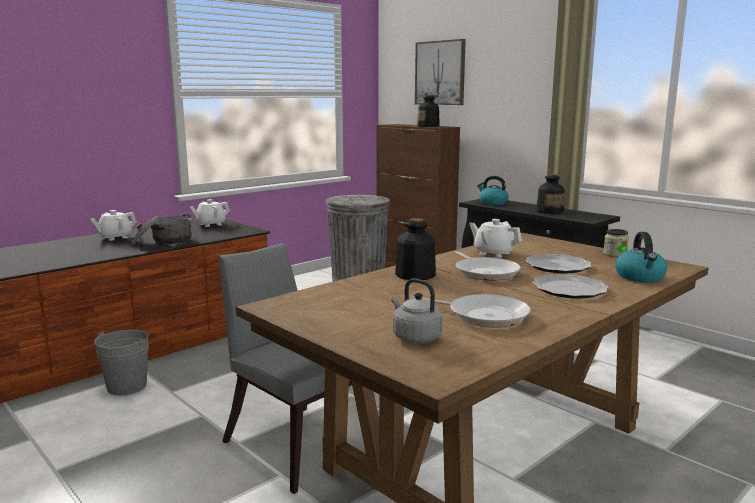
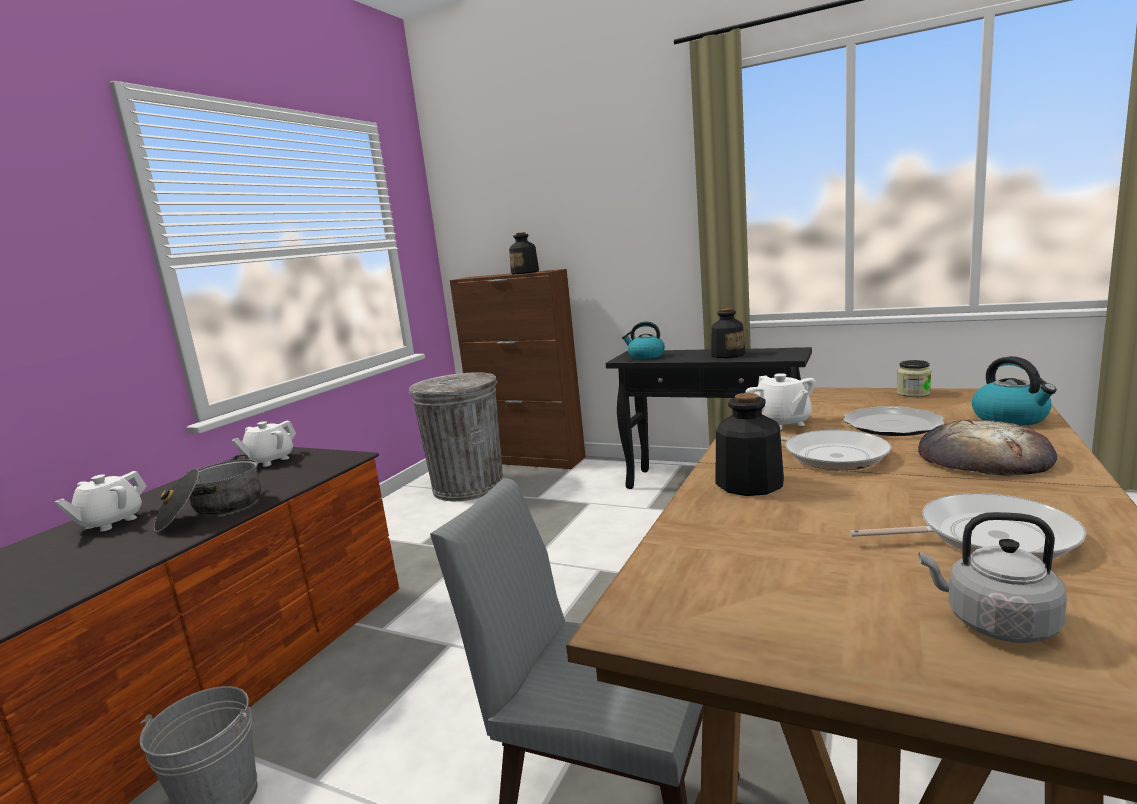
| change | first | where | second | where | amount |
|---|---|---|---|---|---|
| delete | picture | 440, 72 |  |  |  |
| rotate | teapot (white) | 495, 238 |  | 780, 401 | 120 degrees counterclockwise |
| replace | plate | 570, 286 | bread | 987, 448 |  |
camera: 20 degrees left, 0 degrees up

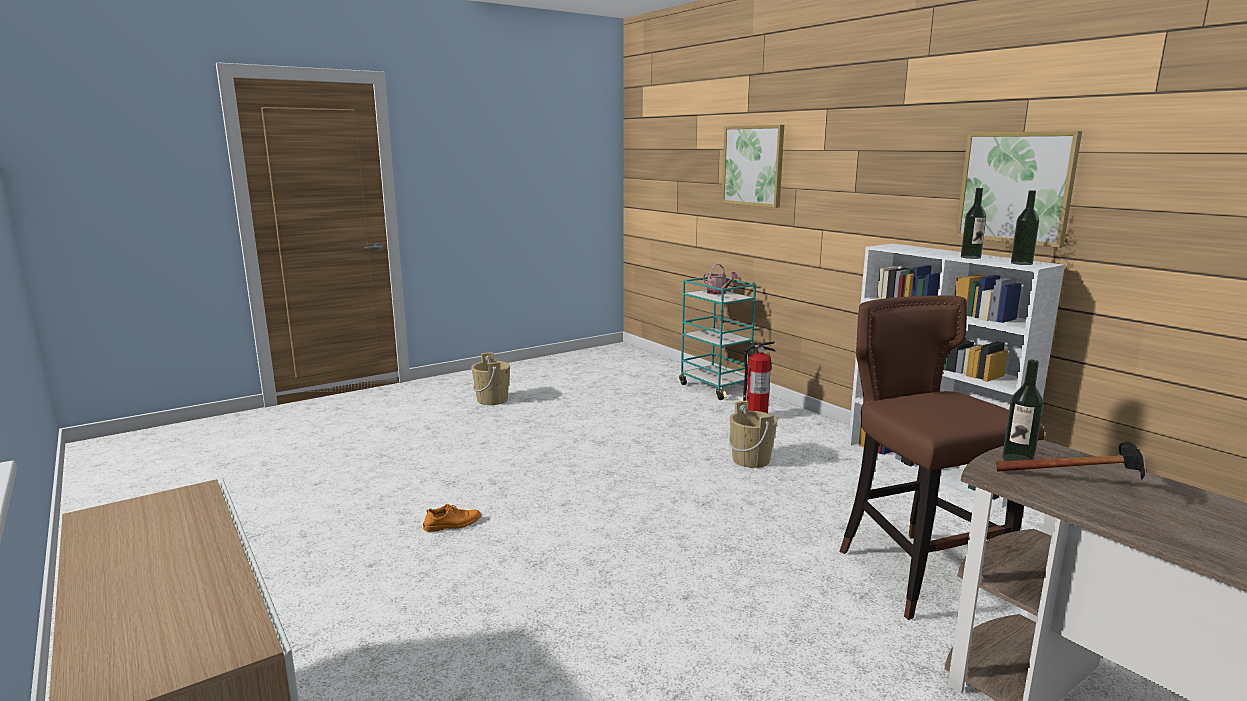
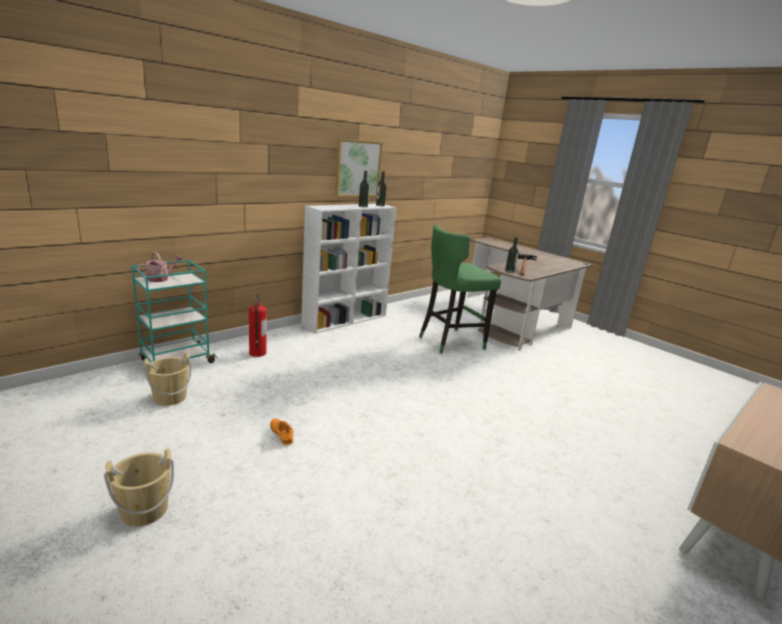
| change | first | where | second | where | amount |
|---|---|---|---|---|---|
| delete | picture | 753, 166 |  |  |  |
| recolor | stool (brown) | 941, 457 | stool (green) | 460, 289 |  |
| move | bucket (beige) | 753, 434 |  | 167, 379 |  |
| move | shoe (orange) | 452, 518 |  | 281, 431 |  |
camera: 100 degrees left, 5 degrees up

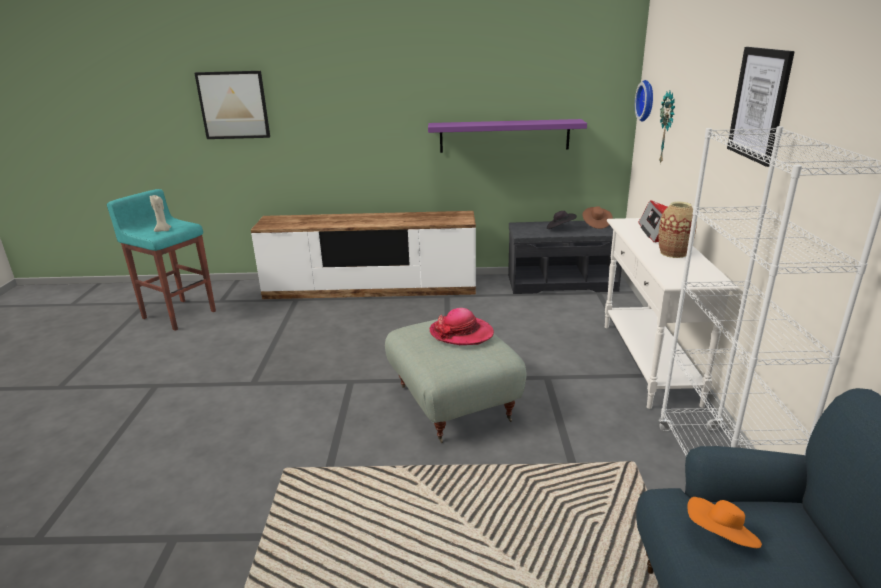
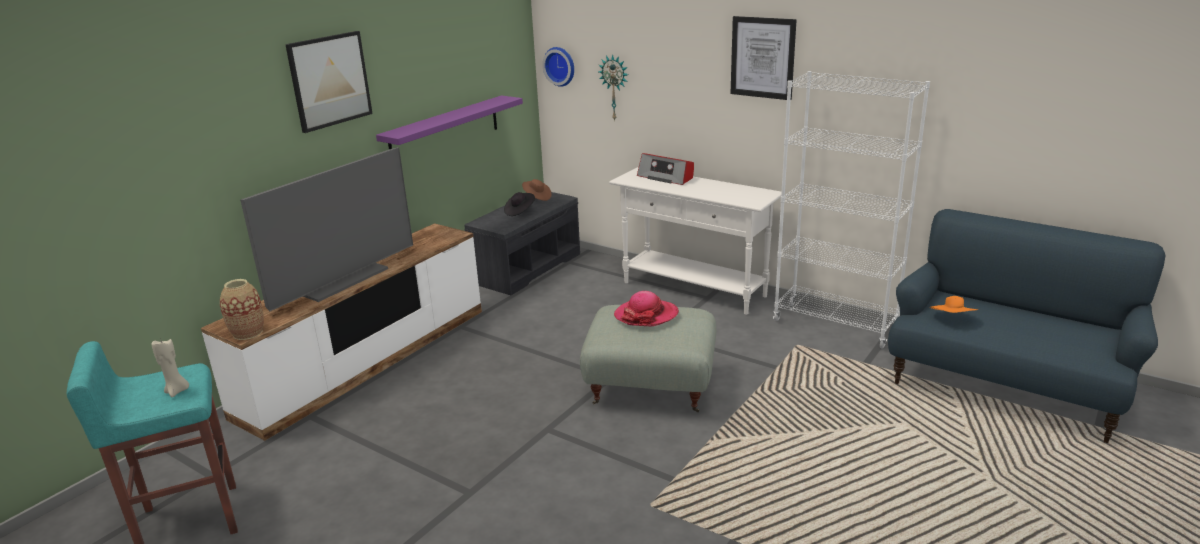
| change | first | where | second | where | amount |
|---|---|---|---|---|---|
| move | picture | 232, 105 |  | 329, 82 |  |
| move | vase | 677, 230 |  | 242, 309 |  |
| insert |  |  | television | 326, 229 |  |
camera: 55 degrees left, 0 degrees up

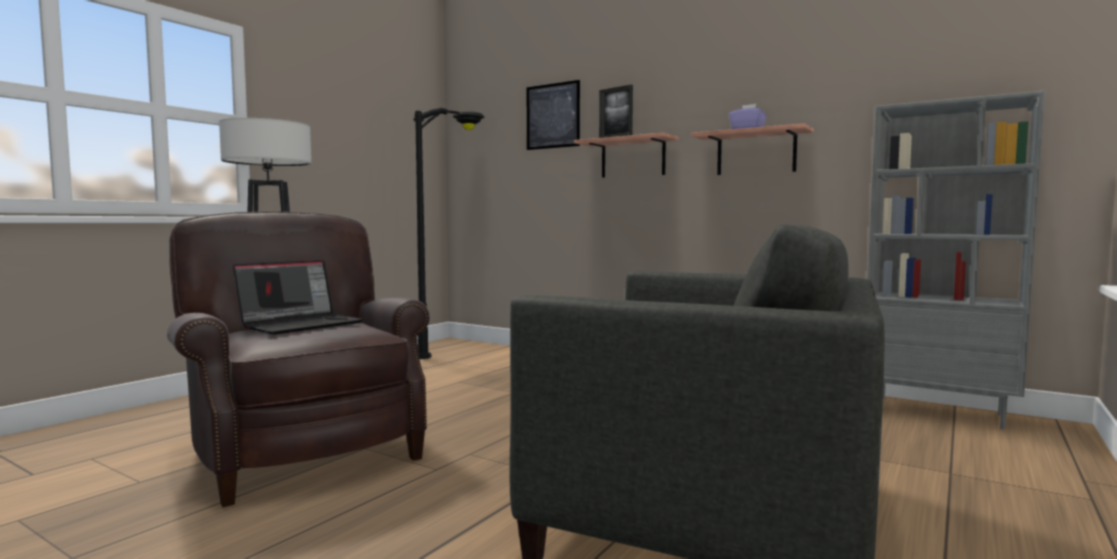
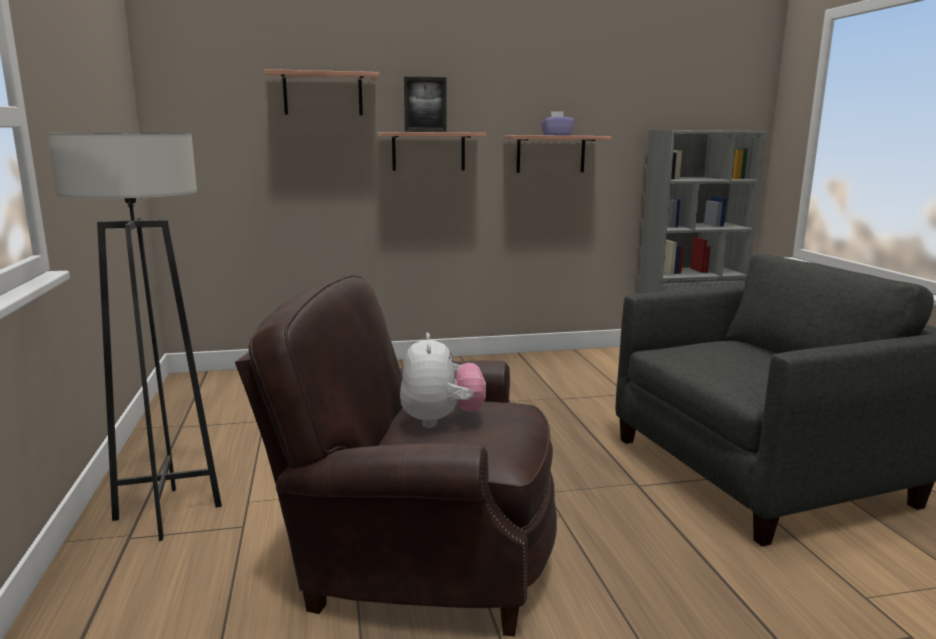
| change | first | where | second | where | amount |
|---|---|---|---|---|---|
| replace | picture | 553, 115 | shelf | 321, 92 |  |
| delete | floor lamp (black) | 449, 233 |  |  |  |
| replace | laptop | 298, 297 | plush toy | 443, 380 |  |
camera: 45 degrees left, 10 degrees up

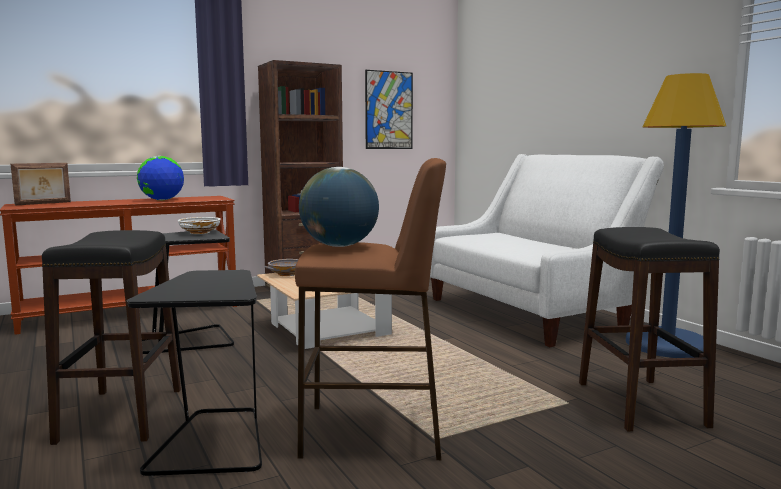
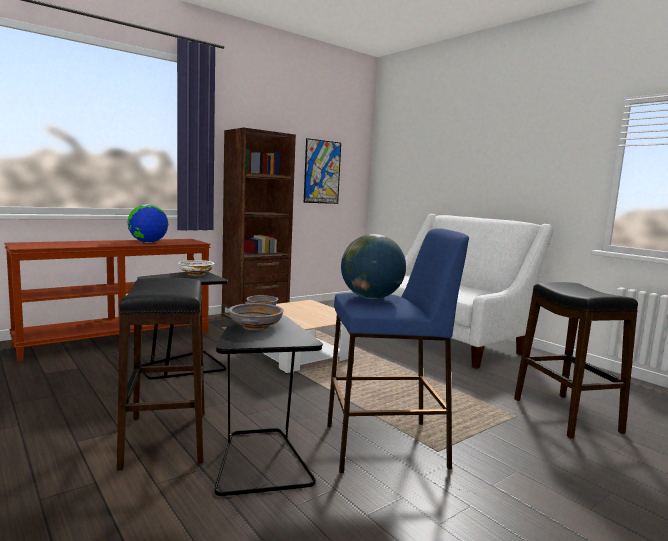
| change | first | where | second | where | amount |
|---|---|---|---|---|---|
| delete | floor lamp (blue) | 676, 215 |  |  |  |
| recolor | stool (brown) | 370, 309 | stool (blue) | 398, 350 |  |
| delete | picture frame | 41, 184 |  |  |  |
| insert |  |  | bowl (grey) | 256, 316 |  |
camera: 10 degrees left, 0 degrees up

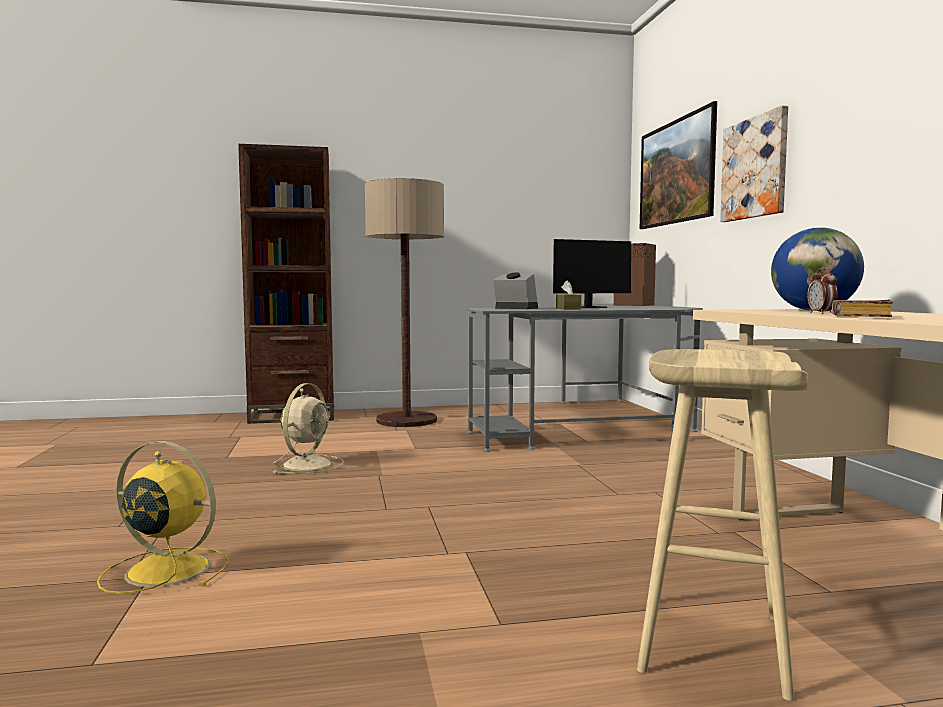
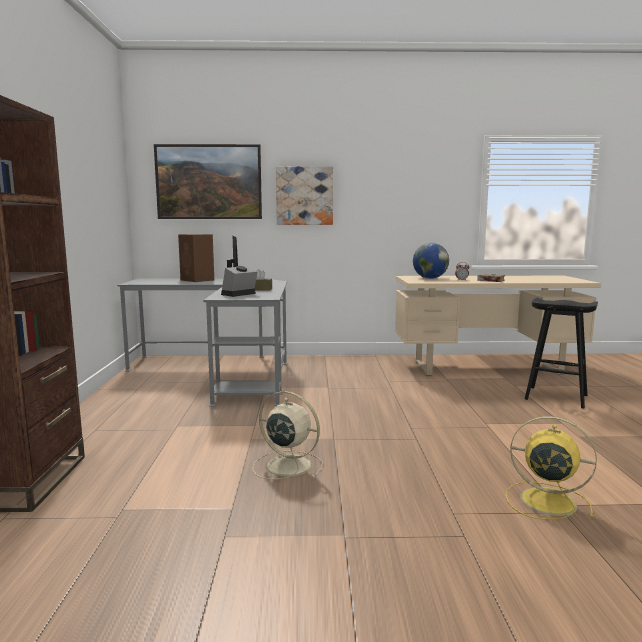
| change | first | where | second | where | amount |
|---|---|---|---|---|---|
| delete | floor lamp | 404, 302 |  |  |  |
| recolor | stool (beige) | 722, 525 | stool (black) | 561, 353 |  |
| rotate | fan (yellow) | 163, 517 |  | 551, 468 | 90 degrees clockwise |
camera: 80 degrees left, 5 degrees up

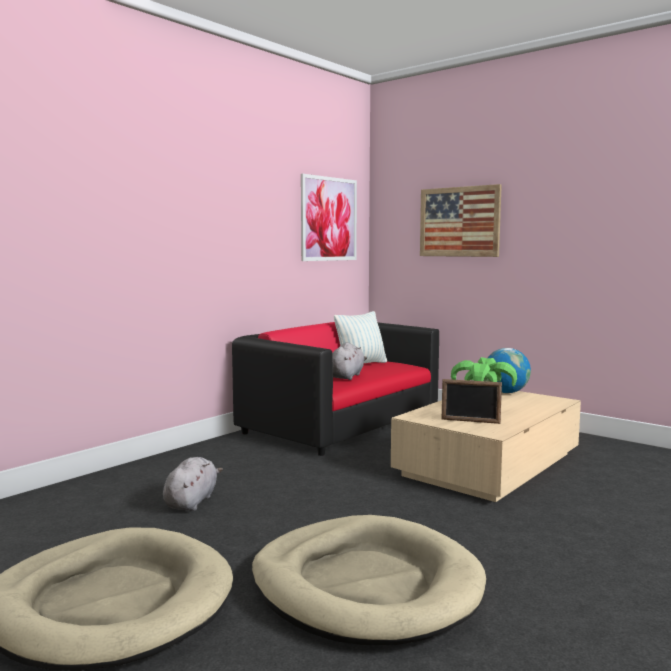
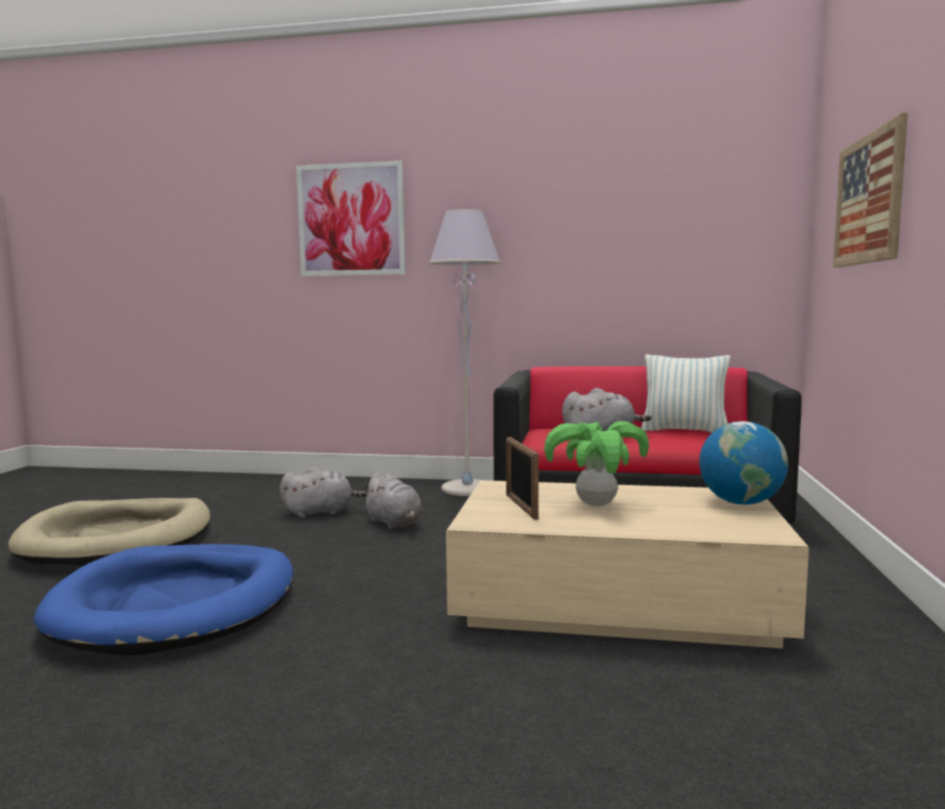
| change | first | where | second | where | amount |
|---|---|---|---|---|---|
| move | picture | 329, 217 |  | 350, 218 |  |
| recolor | dog bed (beige) | 369, 580 | dog bed (blue) | 163, 600 |  |
| insert |  |  | floor lamp (grey) | 465, 352 |  |
| insert |  |  | plush toy (grey) | 392, 501 |  |
camera: 60 degrees right, 0 degrees up

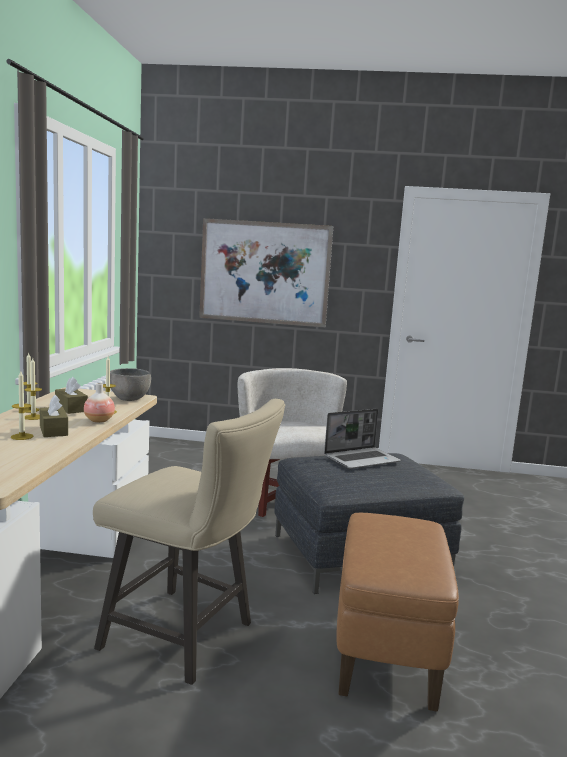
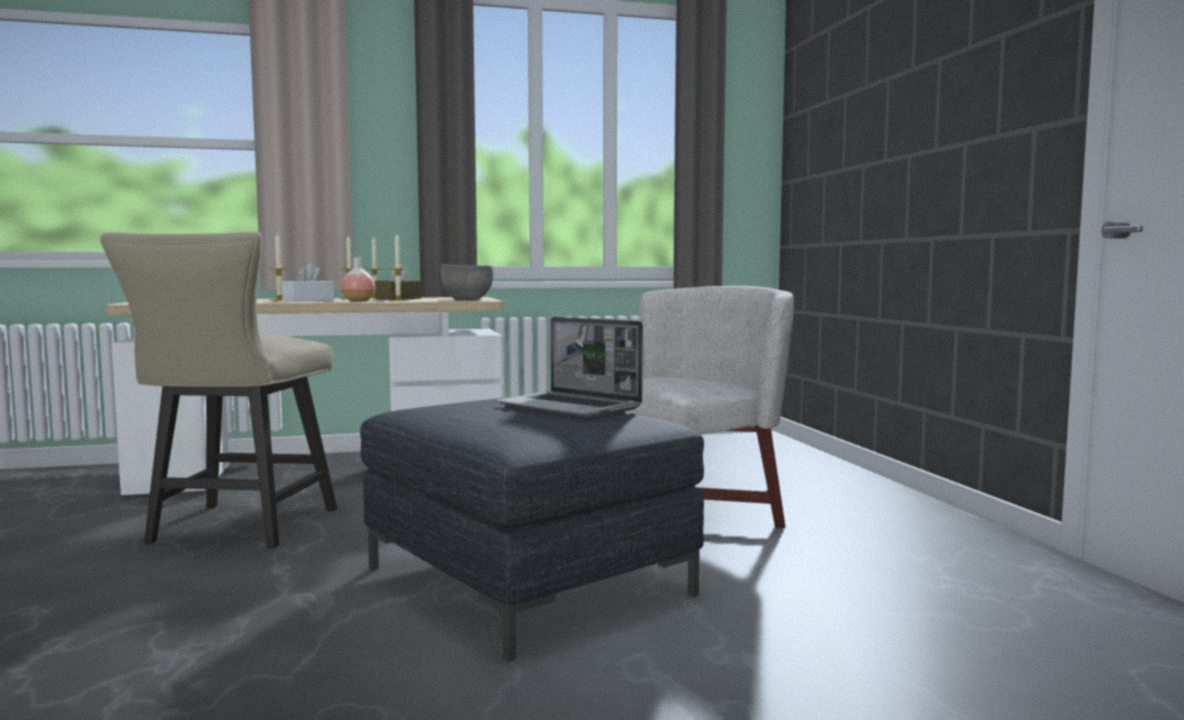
| change | first | where | second | where | amount |
|---|---|---|---|---|---|
| delete | picture | 266, 273 |  |  |  |
| recolor | tissue box (brown) | 54, 416 | tissue box (white) | 308, 282 |  |
| delete | ottoman (brown) | 397, 612 |  |  |  |
camera: 70 degrees right, 5 degrees down

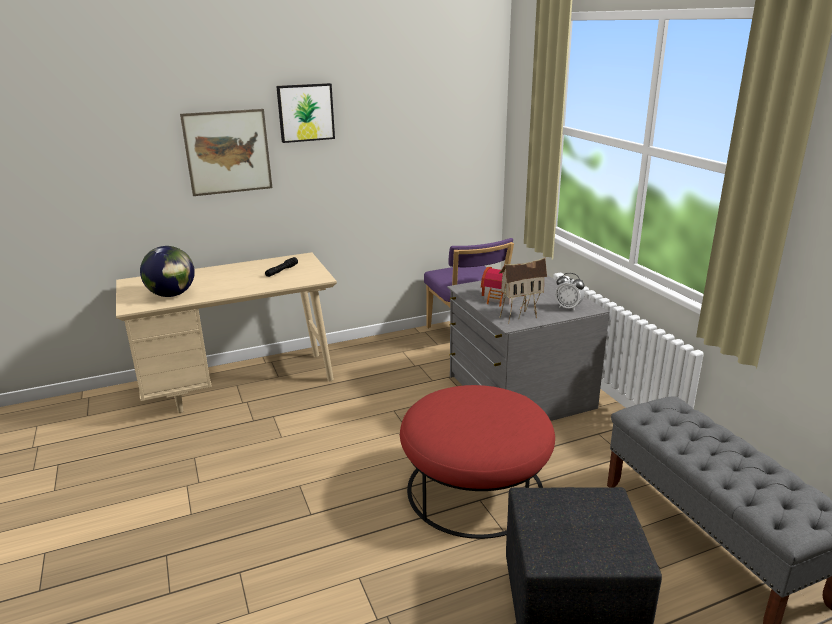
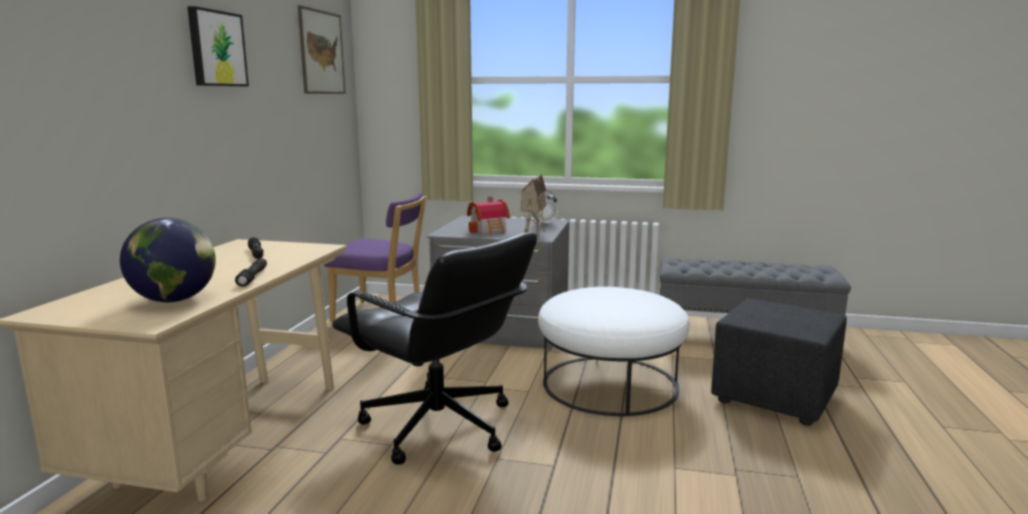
| change | first | where | second | where | amount |
|---|---|---|---|---|---|
| move | picture | 226, 152 |  | 322, 49 |  |
| recolor | ottoman (red) | 477, 462 | ottoman (white) | 614, 351 |  |
| insert |  |  | office chair (black) | 434, 348 |  |
| insert |  |  | flashlight (black) | 251, 272 |  |
camera: 55 degrees left, 10 degrees down

